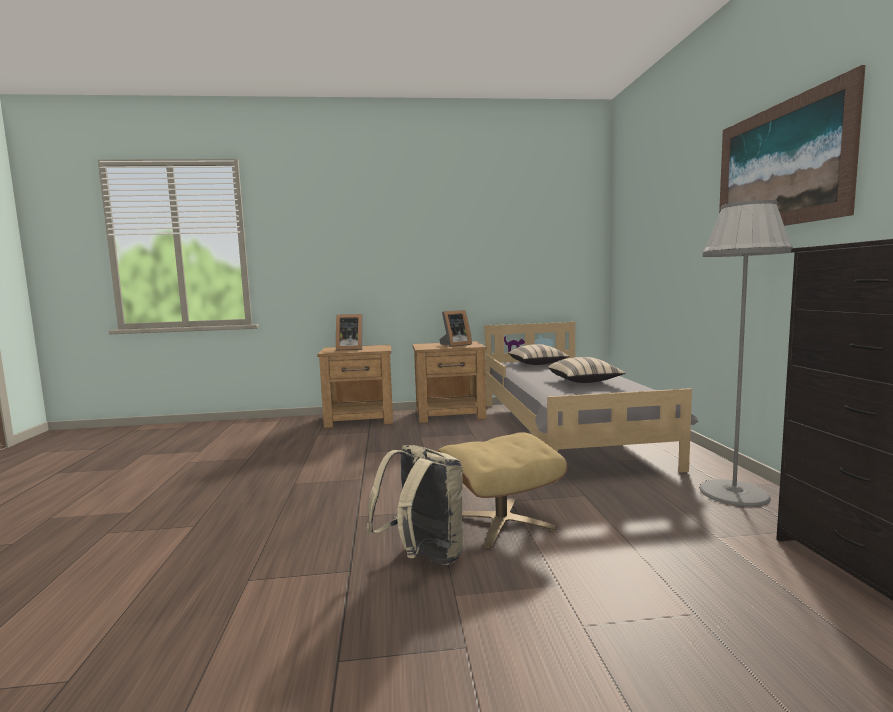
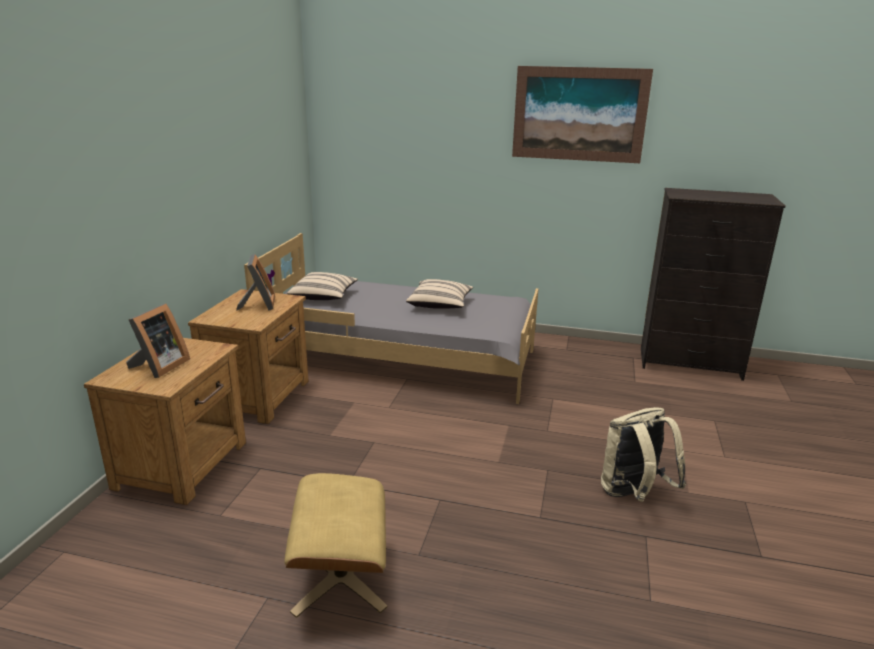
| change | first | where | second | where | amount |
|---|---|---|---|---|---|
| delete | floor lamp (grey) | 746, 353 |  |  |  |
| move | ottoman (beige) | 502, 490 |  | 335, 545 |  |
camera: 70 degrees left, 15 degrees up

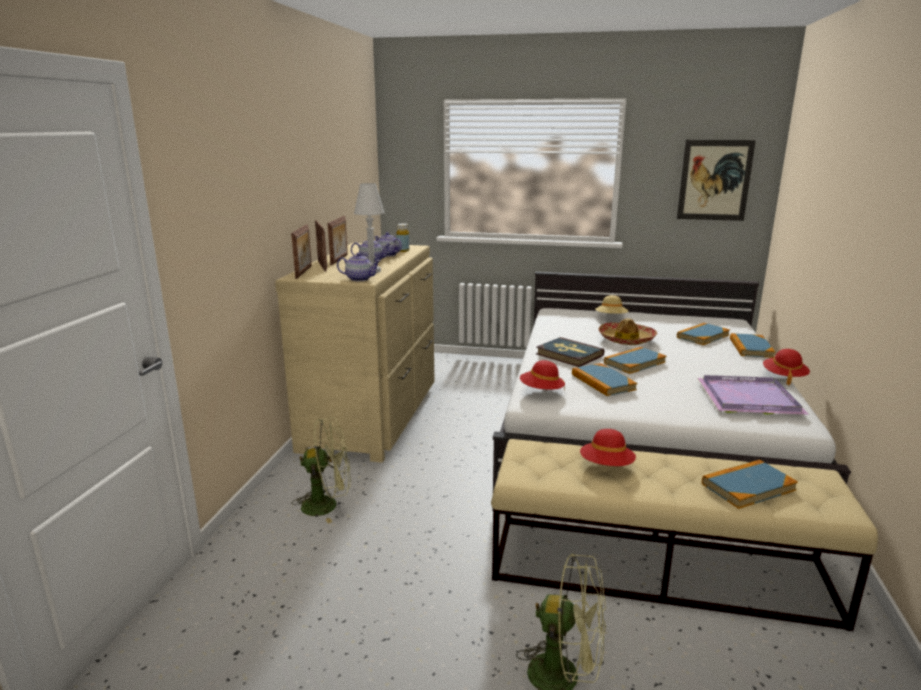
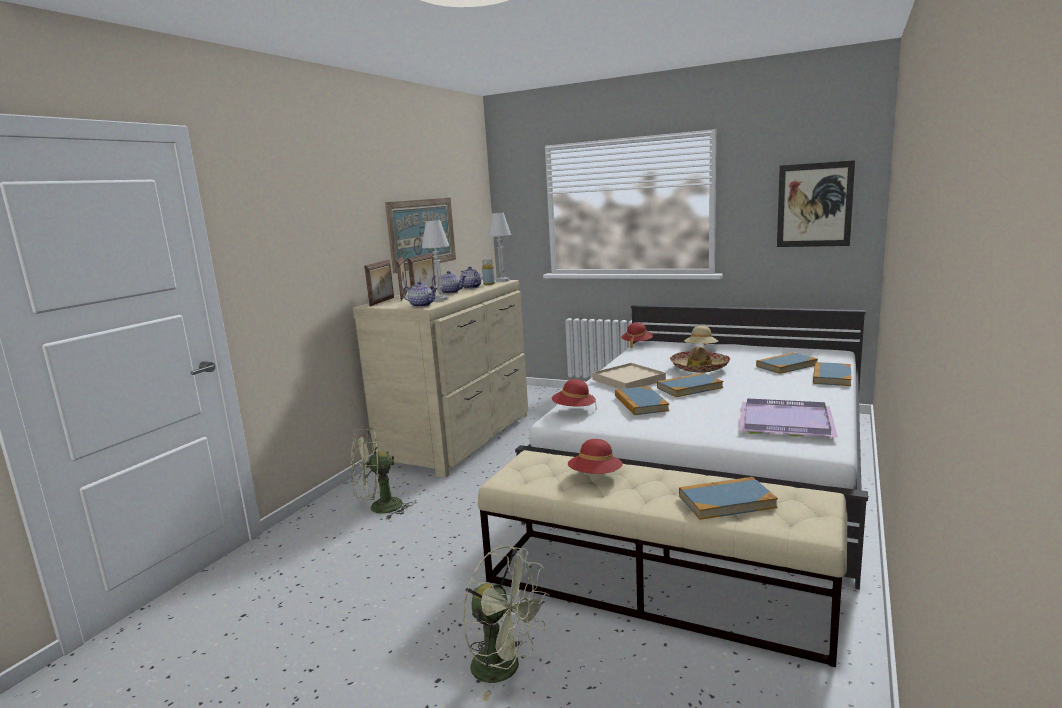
| change | first | where | second | where | amount |
|---|---|---|---|---|---|
| replace | book | 570, 352 | tray (beige) | 629, 376 |  |
| move | hat (red) | 786, 367 |  | 637, 335 |  |
| rotate | fan (green) | 321, 470 |  | 382, 473 | 150 degrees clockwise |
| insert |  |  | picture | 420, 235 |  |
| insert |  |  | table lamp (white) | 499, 247 |  |
camera: 15 degrees right, 5 degrees down

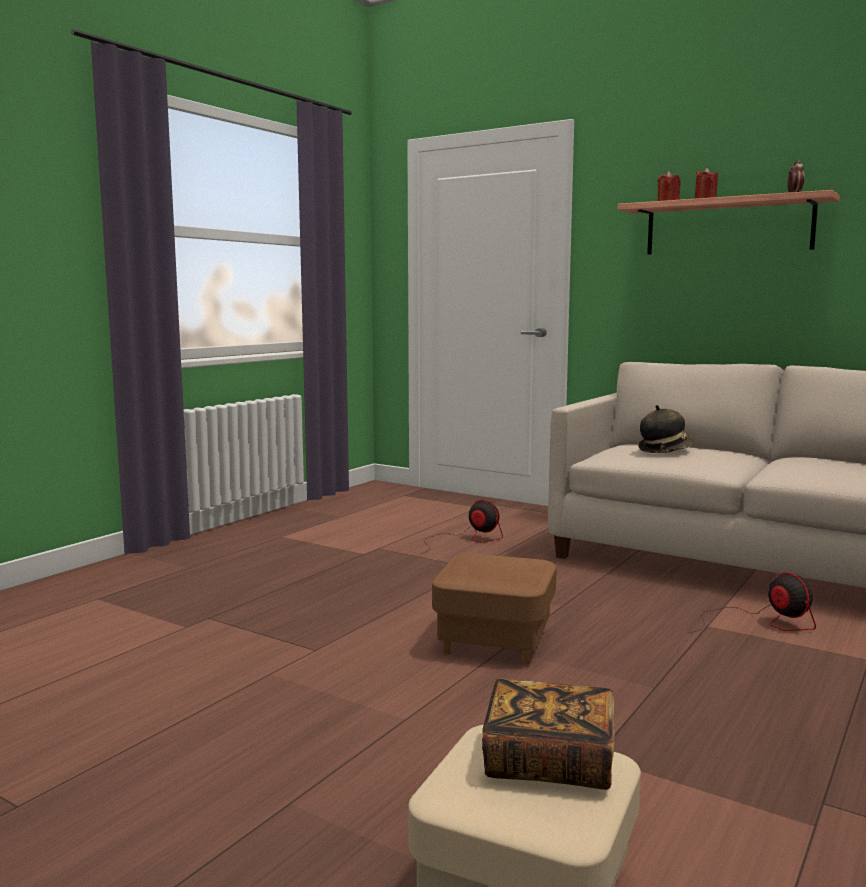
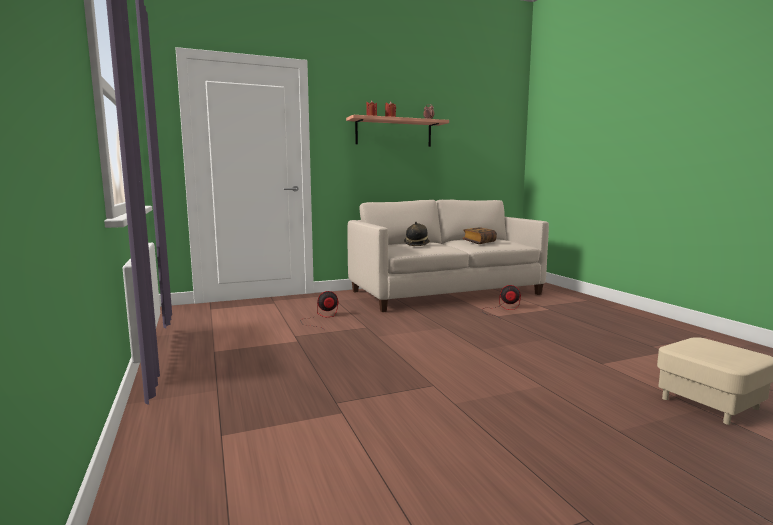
| change | first | where | second | where | amount |
|---|---|---|---|---|---|
| delete | ottoman (brown) | 494, 608 |  |  |  |
| move | book | 548, 734 |  | 480, 235 |  |
camera: 55 degrees left, 0 degrees up

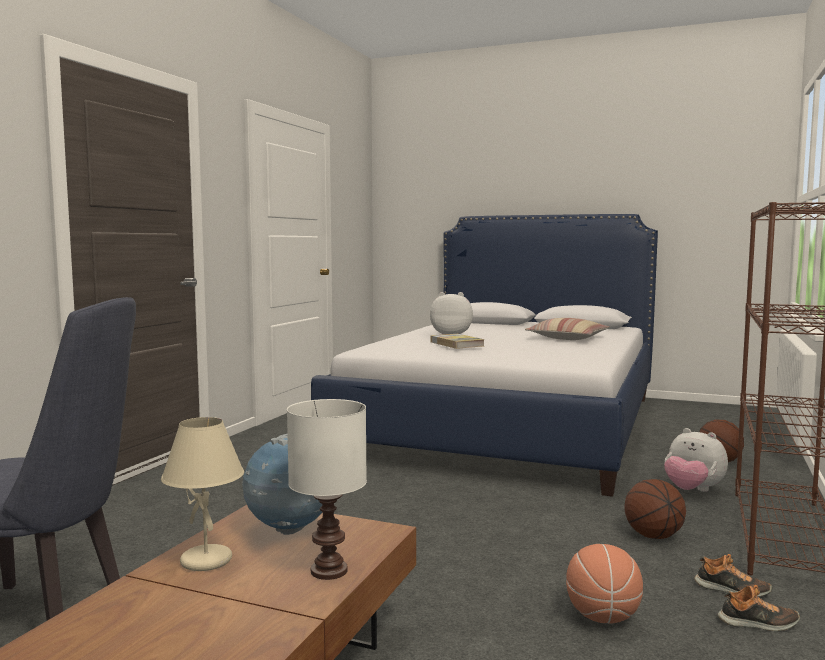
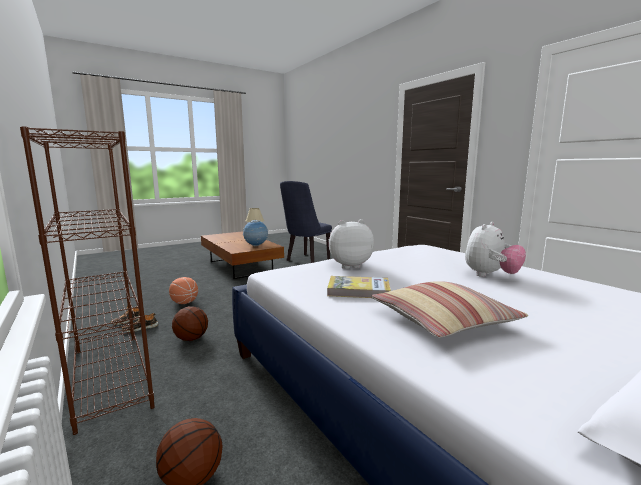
| change | first | where | second | where | amount |
|---|---|---|---|---|---|
| move | book | 457, 341 |  | 359, 287 |  |
| delete | table lamp (white) | 327, 489 |  |  |  |
| move | plush toy | 696, 460 |  | 351, 244 |  |
camera: 125 degrees right, 5 degrees up

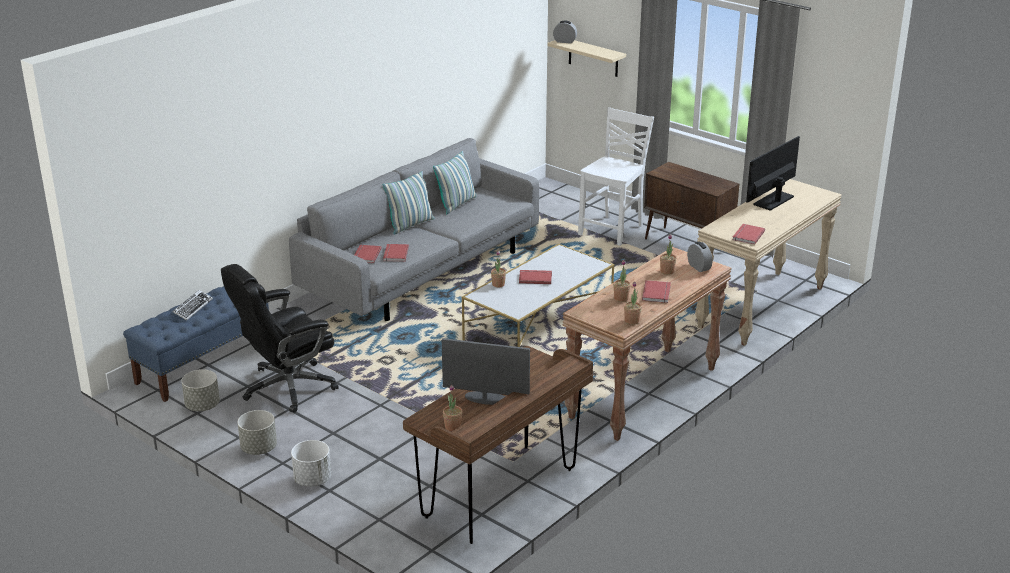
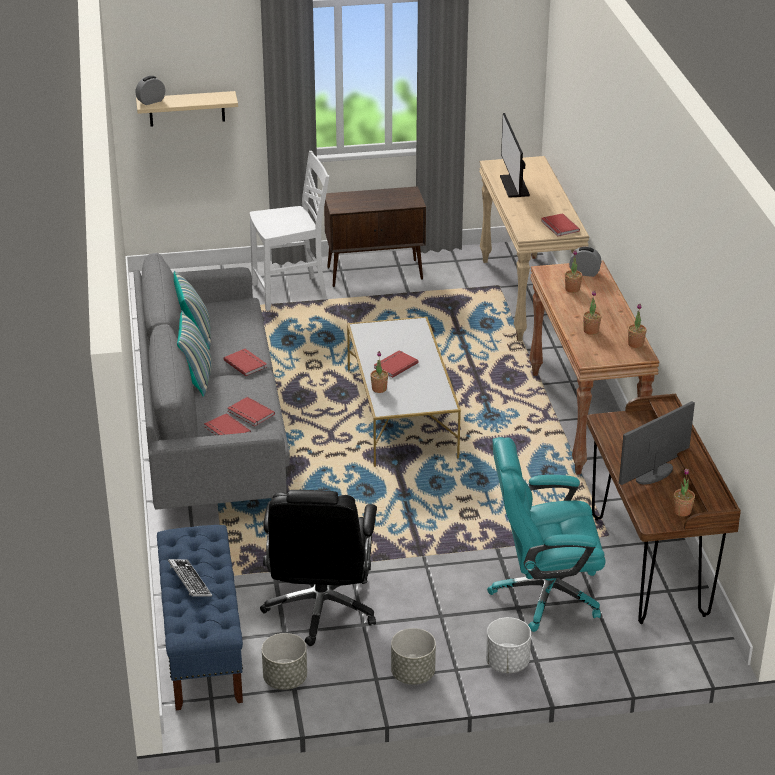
| change | first | where | second | where | amount |
|---|---|---|---|---|---|
| rotate | chair (white) | 616, 176 |  | 289, 231 | 90 degrees clockwise |
| move | book (red) | 656, 291 |  | 245, 362 |  |
| insert |  |  | office chair (turquoise) | 546, 534 |  |
camera: 50 degrees left, 5 degrees up

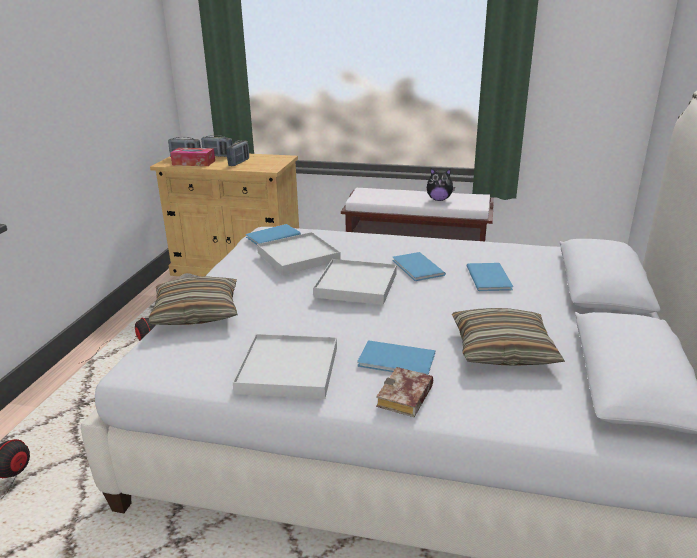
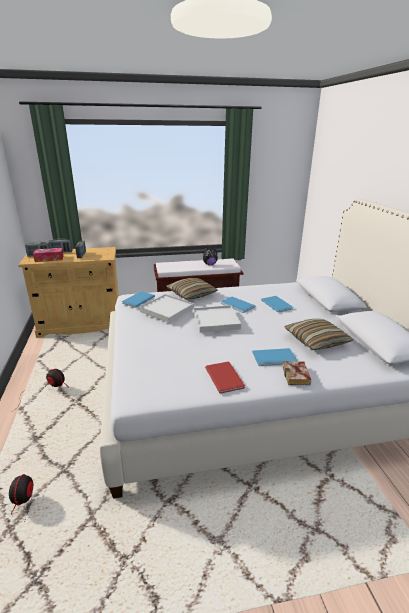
| change | first | where | second | where | amount |
|---|---|---|---|---|---|
| move | pillow | 193, 300 |  | 192, 288 |  |
| replace | tray (white) | 284, 366 | book (red) | 225, 378 |  |
camera: 25 degrees left, 0 degrees up

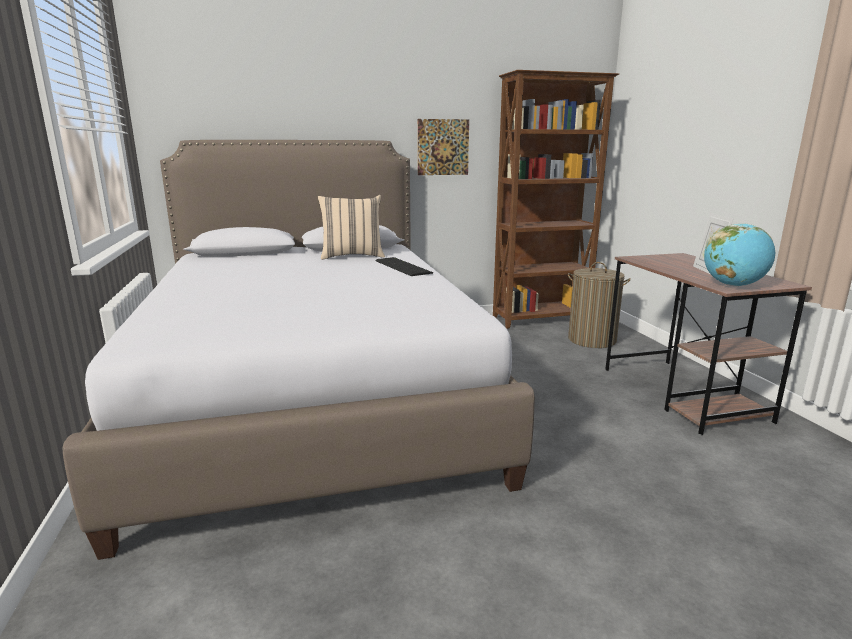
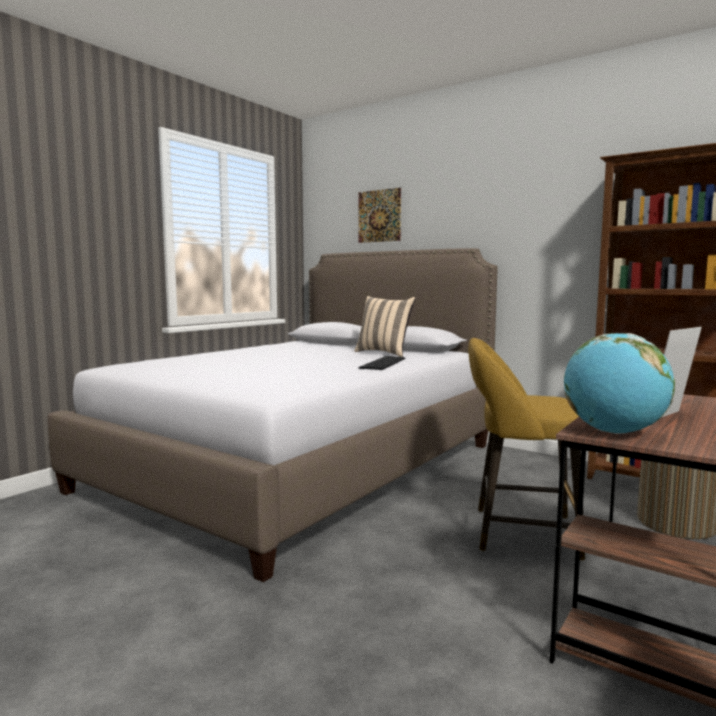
| change | first | where | second | where | amount |
|---|---|---|---|---|---|
| move | picture | 443, 147 |  | 379, 215 |  |
| insert |  |  | stool (yellow) | 526, 449 |  |
camera: 50 degrees right, 10 degrees down

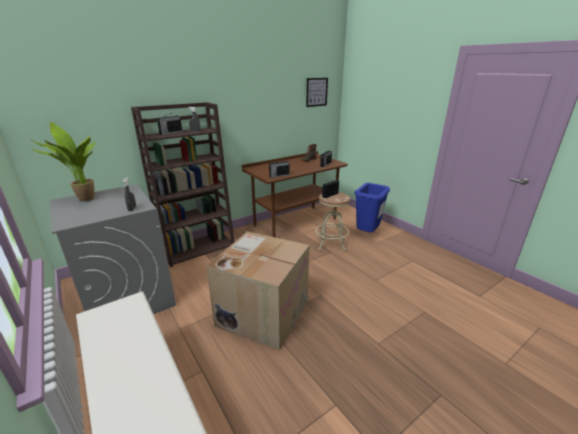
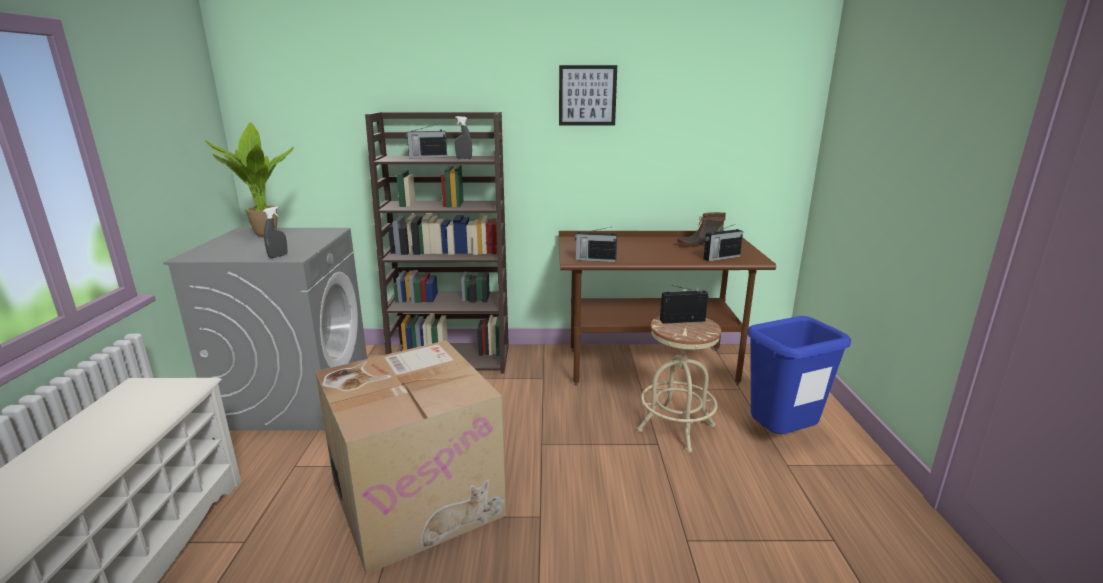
| change | first | where | second | where | amount |
|---|---|---|---|---|---|
| move | picture | 317, 92 |  | 588, 95 |  |
camera: 35 degrees right, 5 degrees down

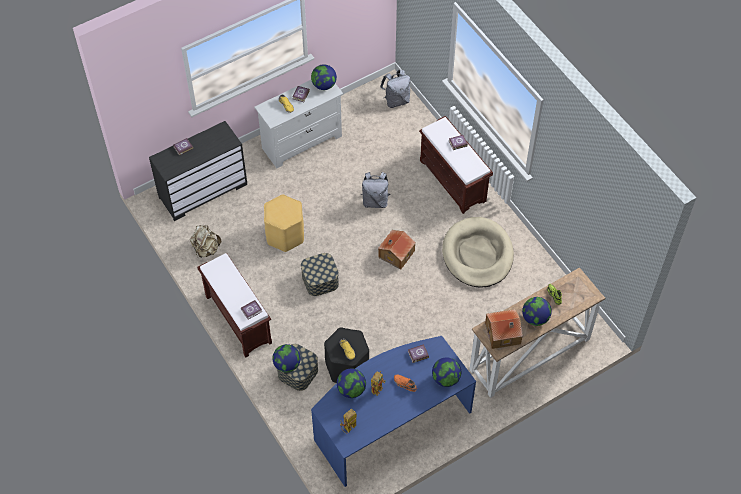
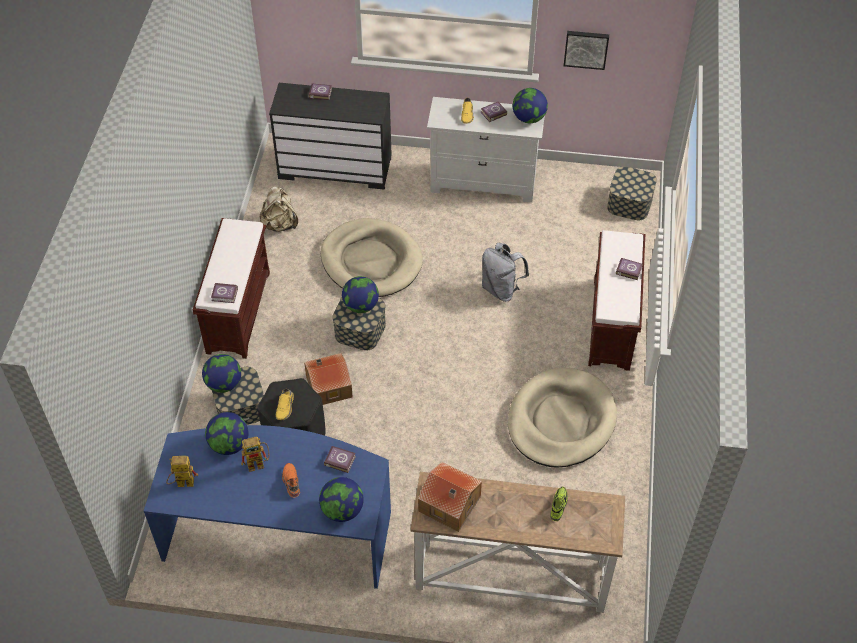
| change | first | where | second | where | amount |
|---|---|---|---|---|---|
| replace | backpack (grey) | 395, 89 | storage box | 632, 193 |  |
| replace | stool (yellow) | 284, 223 | dog bed (beige) | 371, 257 |  |
| move | toy house | 397, 250 |  | 328, 379 |  |
| move | globe | 537, 311 |  | 360, 294 |  |
| insert |  |  | picture | 586, 50 |  |
camera: 40 degrees right, 5 degrees down

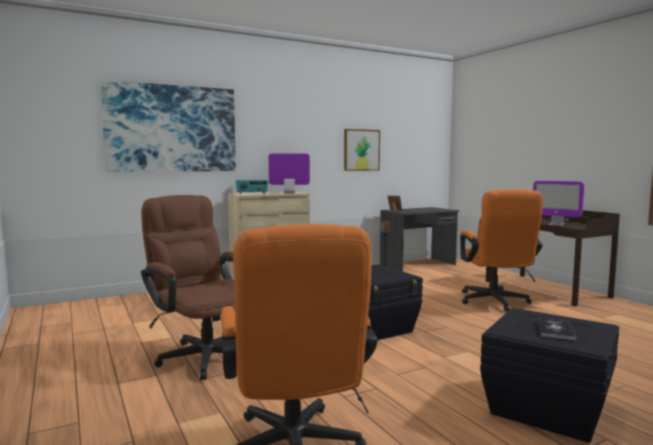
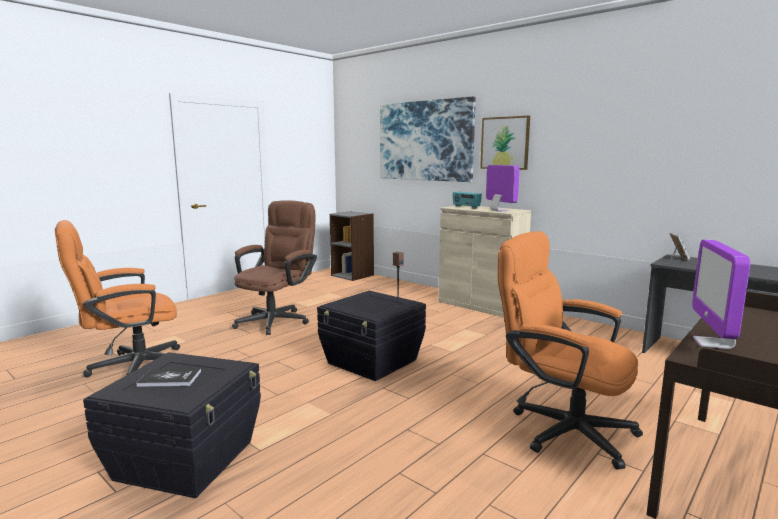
| change | first | where | second | where | amount |
|---|---|---|---|---|---|
| move | picture | 362, 150 |  | 505, 143 |  |
| rotate | office chair (orange) | 501, 250 |  | 570, 350 | 60 degrees clockwise |
| insert |  |  | bookcase (grey) | 352, 246 |  |
camera: 70 degrees right, 5 degrees up

